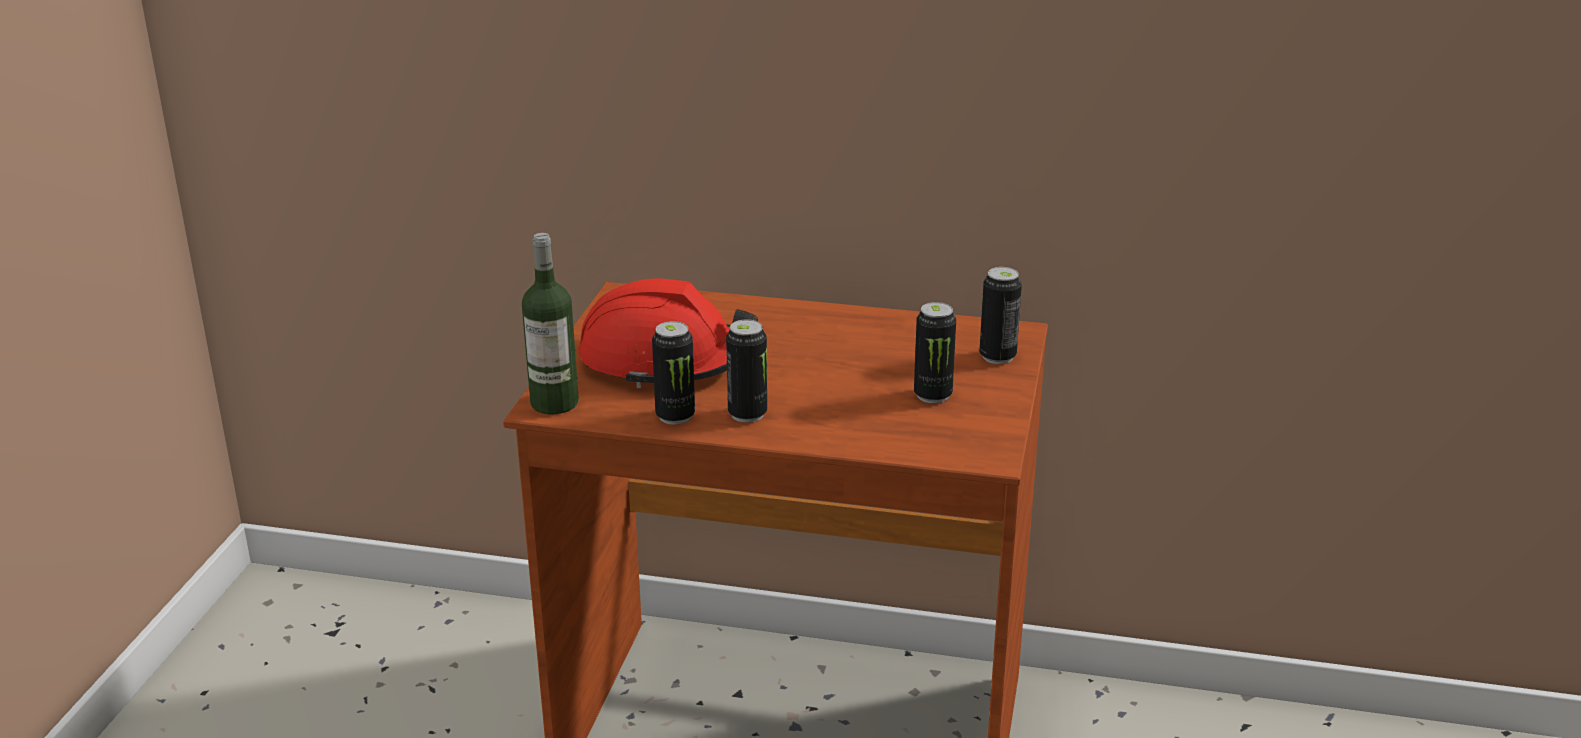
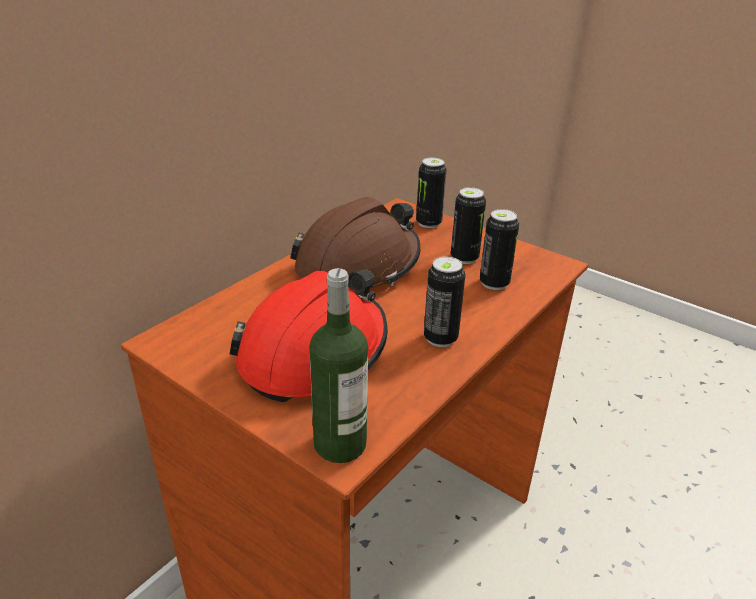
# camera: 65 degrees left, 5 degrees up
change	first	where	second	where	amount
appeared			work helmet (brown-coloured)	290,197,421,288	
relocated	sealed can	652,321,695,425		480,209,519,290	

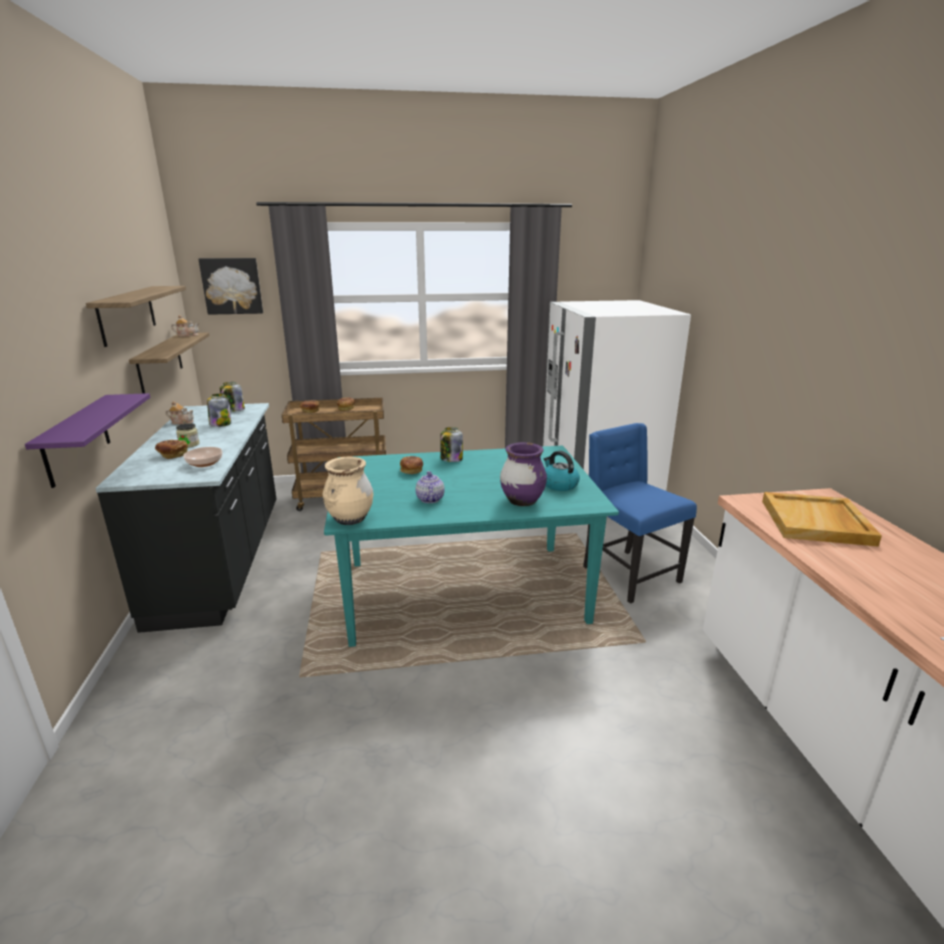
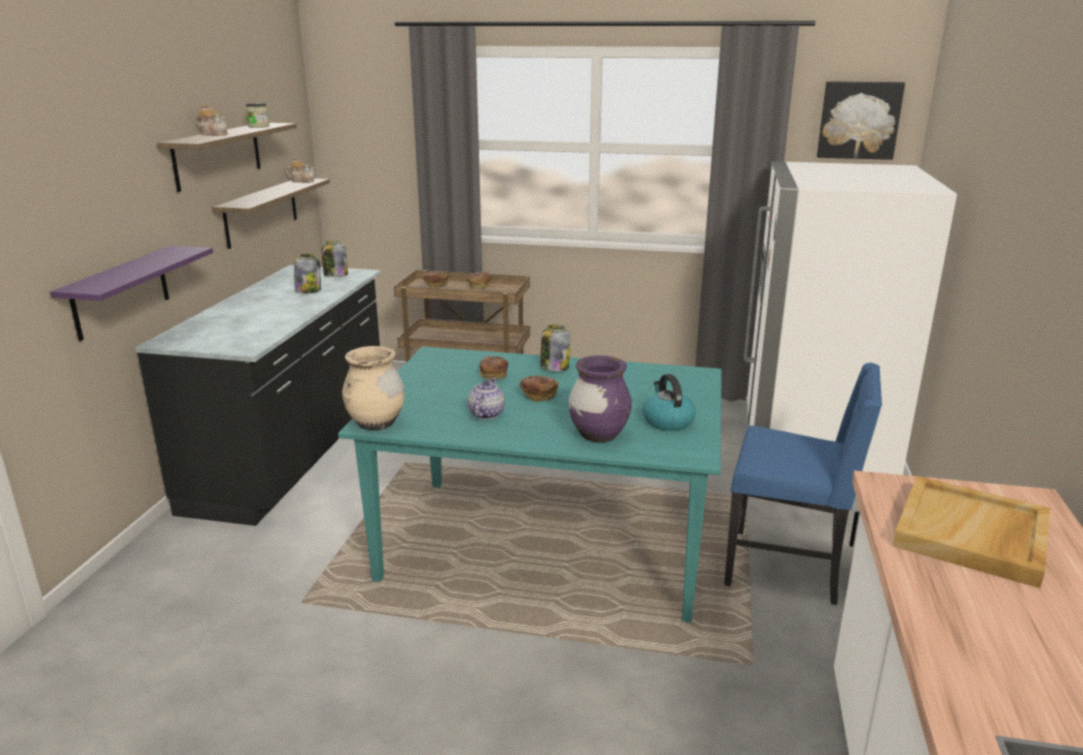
# camera: 20 degrees right, 0 degrees up
change	first	where	second	where	amount
relocated	pot for tea	165,401,194,424		196,103,228,136	
relocated	preserve jar	176,423,200,448		246,103,270,128	
relocated	baked bread	155,440,188,459		520,375,558,402	
spun	plain chair (blue-coloured)	583,423,697,604		724,363,882,605	120 degrees clockwise
relocated	picture	198,258,263,315		817,81,905,160	
missing	bowl	183,447,222,467			

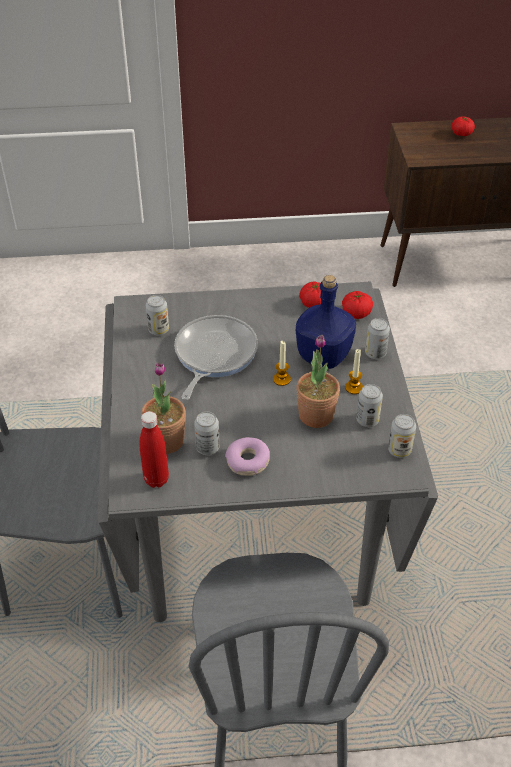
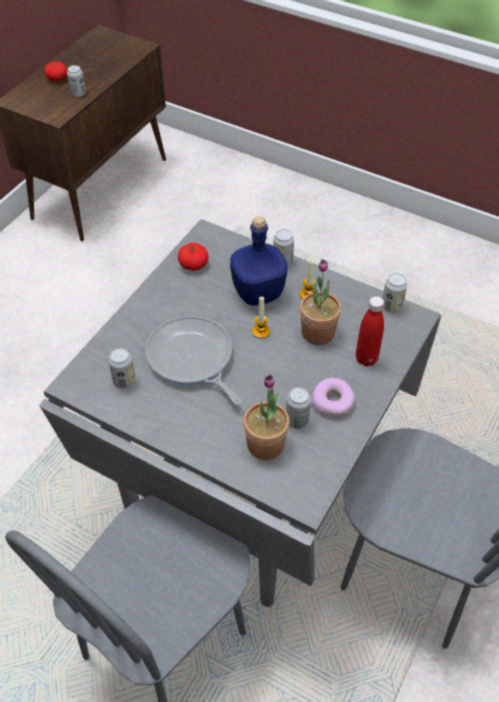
# camera: 55 degrees left, 5 degrees up
change	first	where	second	where	amount
relocated	sealed can	356,384,383,427		67,65,86,97	
relocated	drink bottle (reddish)	139,411,169,488		356,296,384,366	
missing	fresh tomato	342,291,373,319			

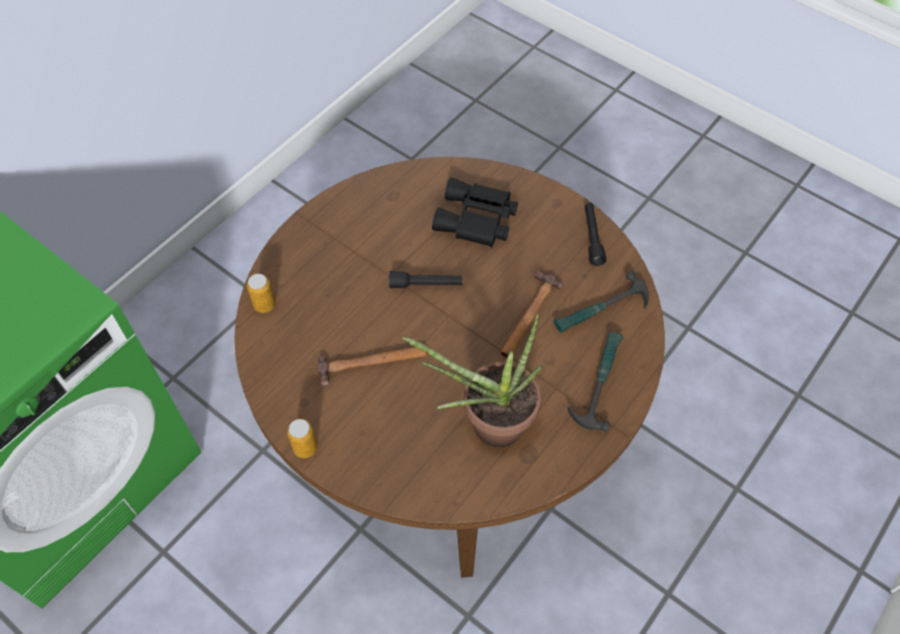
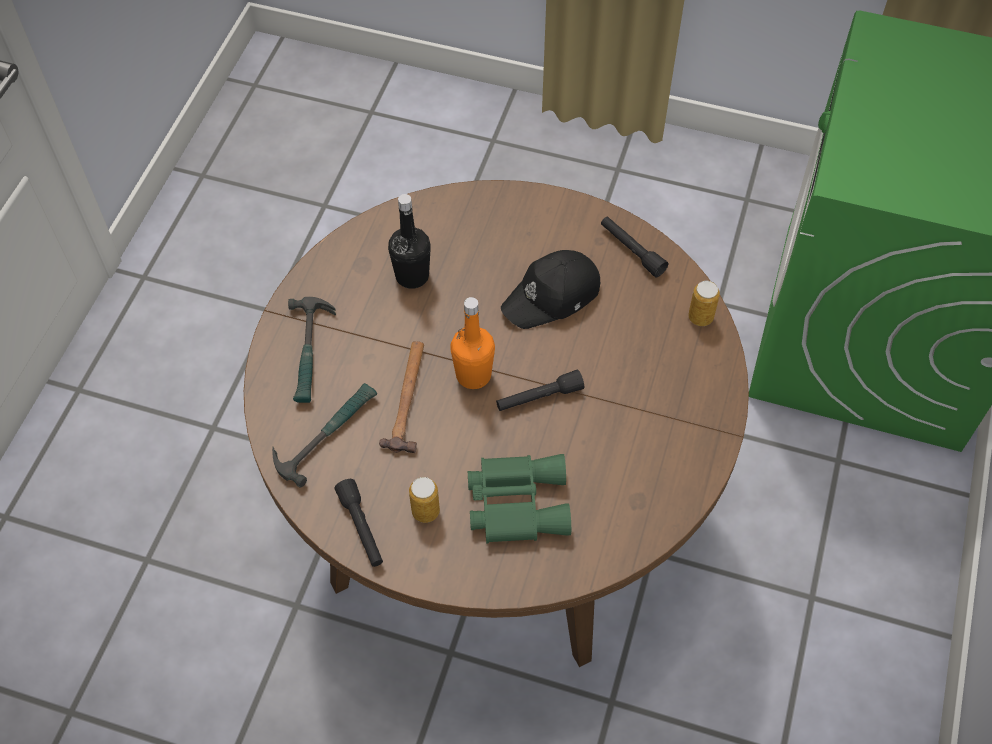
# camera: 160 degrees right, 0 degrees up
change	first	where	second	where	amount
exchanged	houseplant	402,314,543,447	drink bottle (black)	388,194,431,289	
relocated	sealed can	287,419,317,458		409,477,440,523	
appeared			drink bottle (orange-coloured)	450,297,495,389	
colour	pair of binoculars (black)	432,177,518,247	pair of binoculars (greenish)	468,454,571,543	
exchanged	tool hammer	317,347,427,386	baseball cap (black)	501,250,600,329	
appeared			hand torch (black)	601,217,668,278	

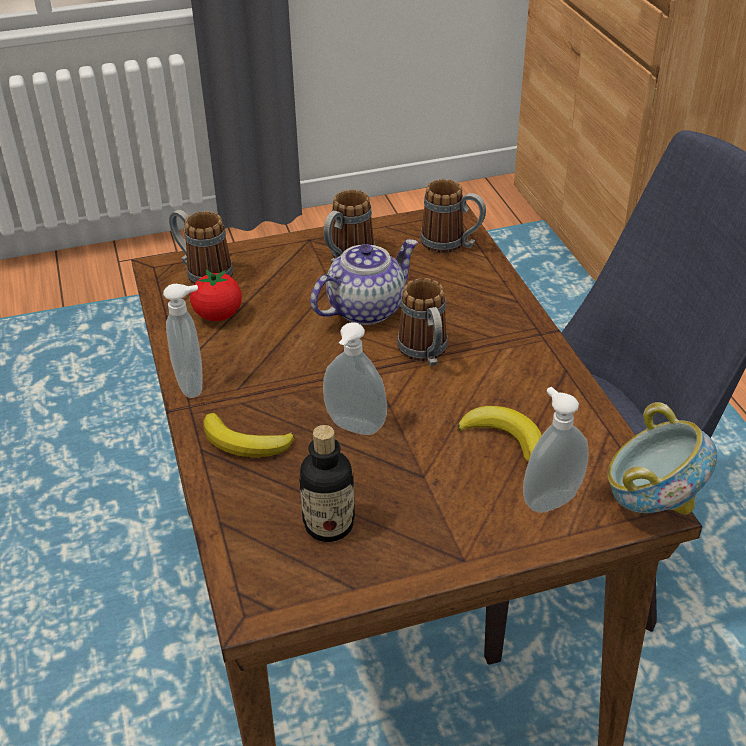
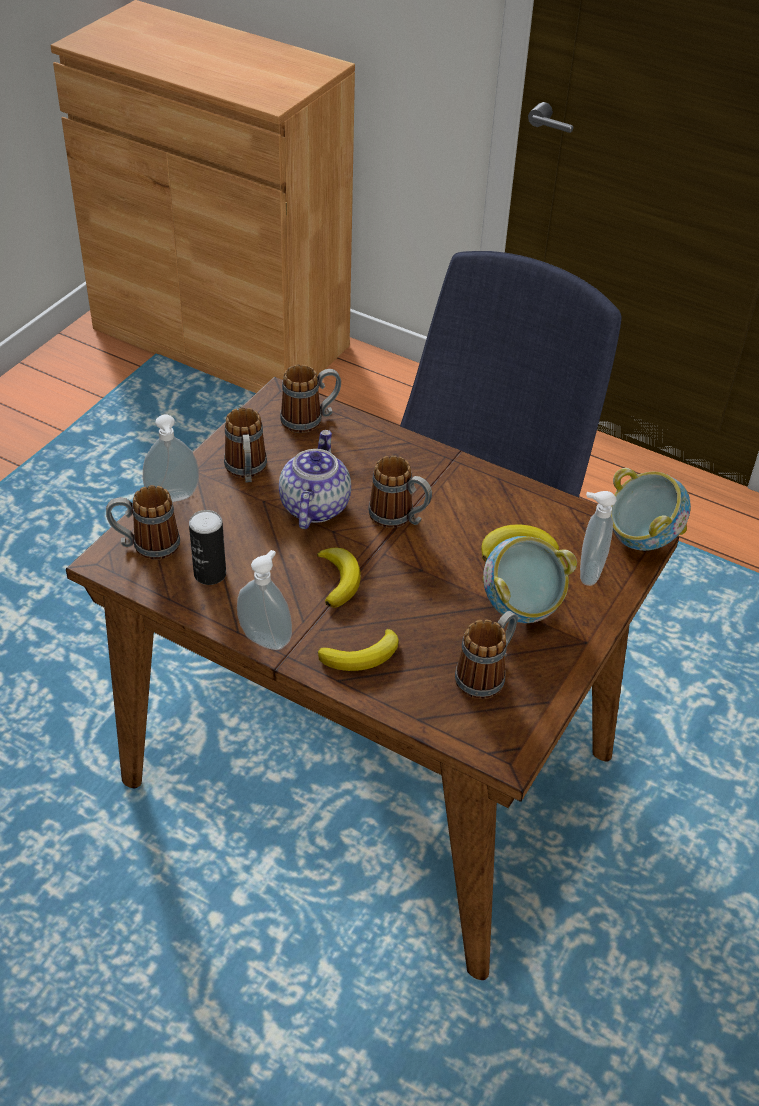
# camera: 45 degrees left, 5 degrees up
change	first	where	second	where	amount
relocated	liquid soap bottle	323,322,387,435		143,415,199,502	
exchanged	fresh tomato	190,269,242,321	sealed can	189,510,226,585	
appeared			whole banana	317,547,361,608	
exchanged	drink bottle	299,425,355,542	tea mug	455,611,518,699	
appeared			bowl	482,536,577,623	

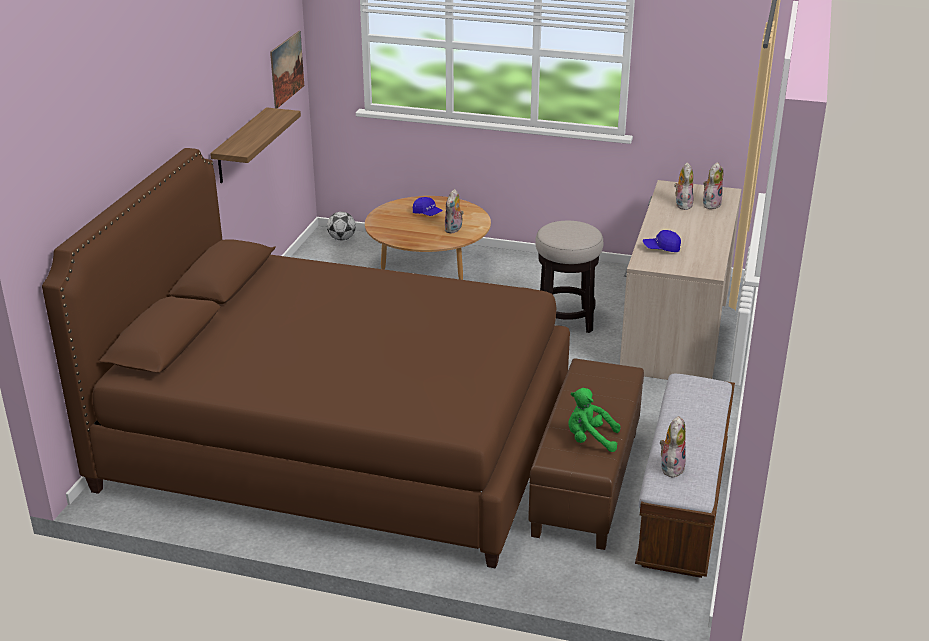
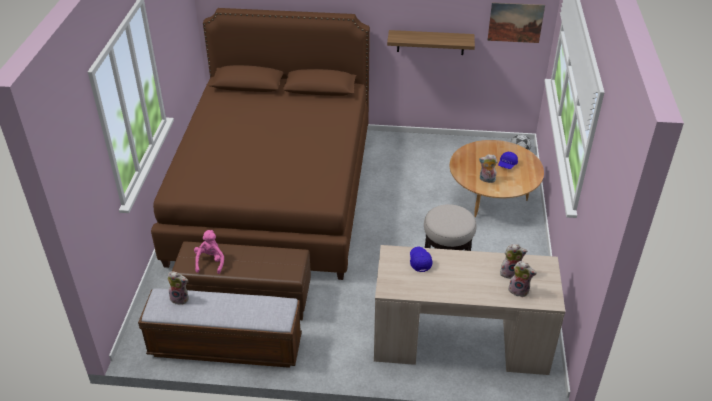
# camera: 80 degrees right, 10 degrees up
change	first	where	second	where	amount
colour	cuddly toy (greenish)	568,388,621,452	cuddly toy (pink-coloured)	194,230,224,274	

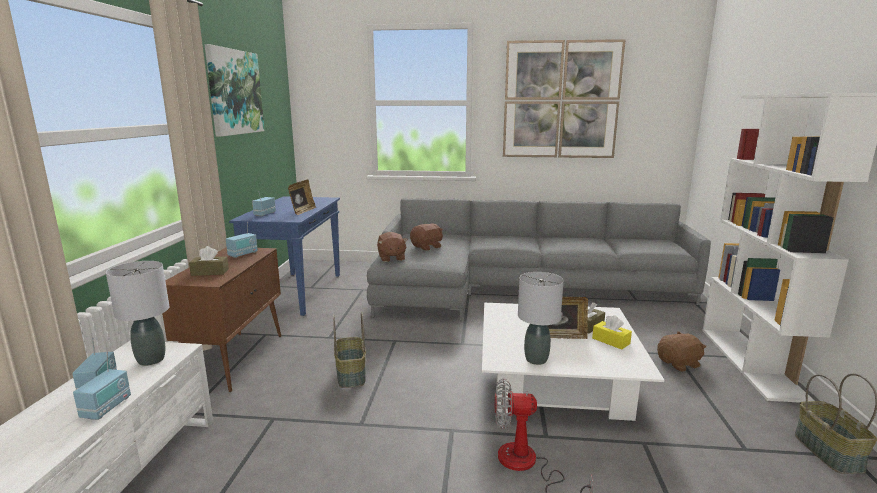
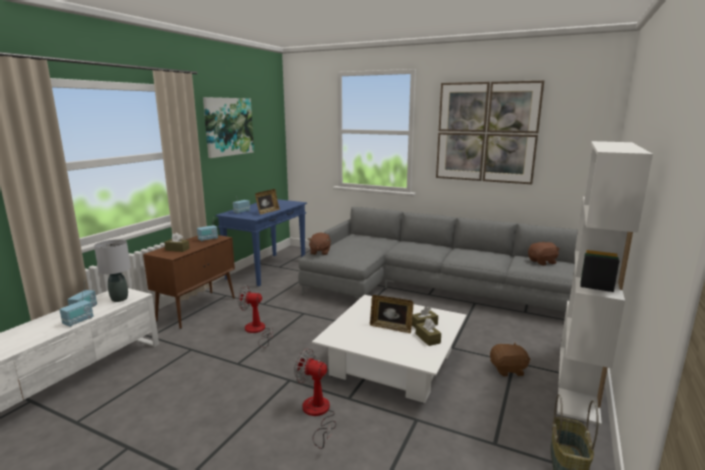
# camera: 20 degrees right, 0 degrees up
change	first	where	second	where	amount
exchanged	storage basket	333,312,366,388	cooling fan	238,285,273,348	
colour	box of tissues (yellowish)	592,315,632,350	box of tissues (brown-coloured)	416,318,441,346	
relocated	cuddly toy (brown-coloured)	410,224,443,251		528,242,560,266	
missing	table lamp (grey)	518,272,564,365			

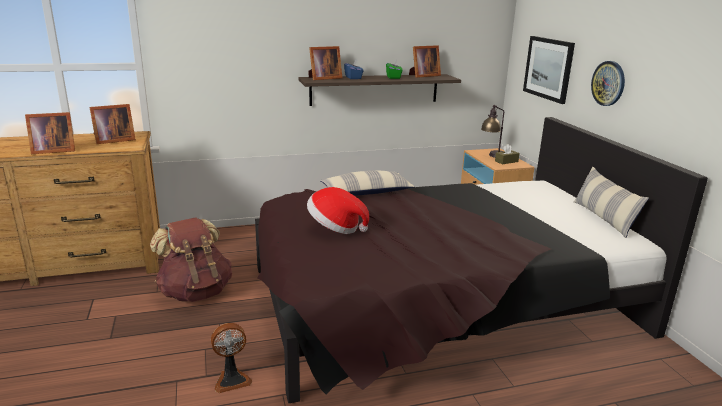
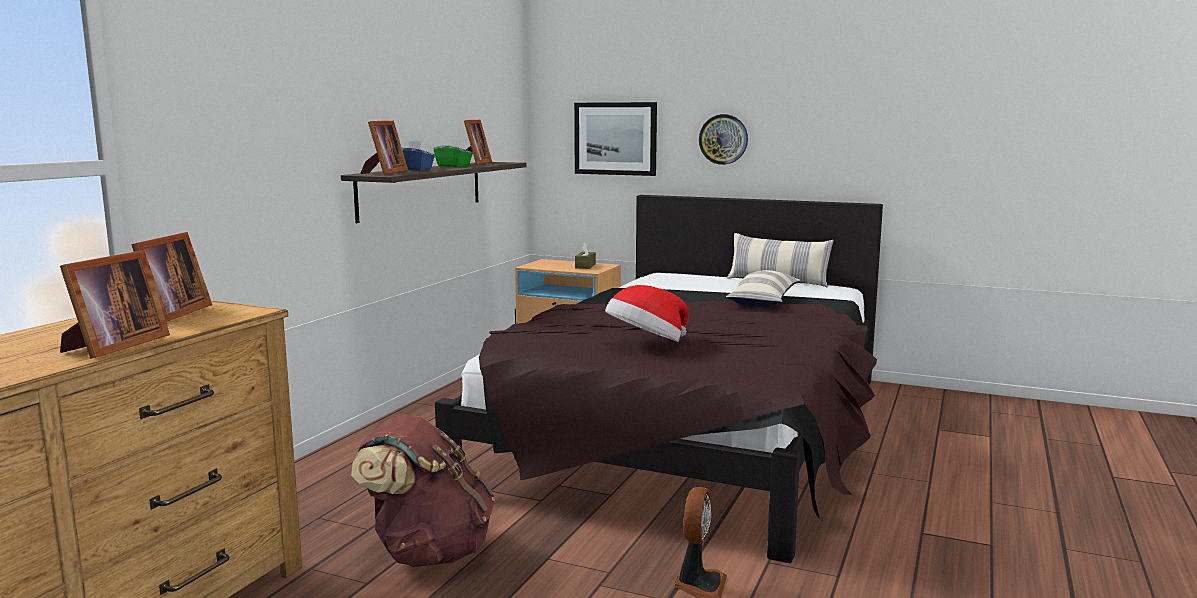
# camera: 50 degrees left, 10 degrees down
change	first	where	second	where	amount
relocated	pillow	320,170,415,196		726,270,800,307	
missing	table lamp	481,105,504,158			

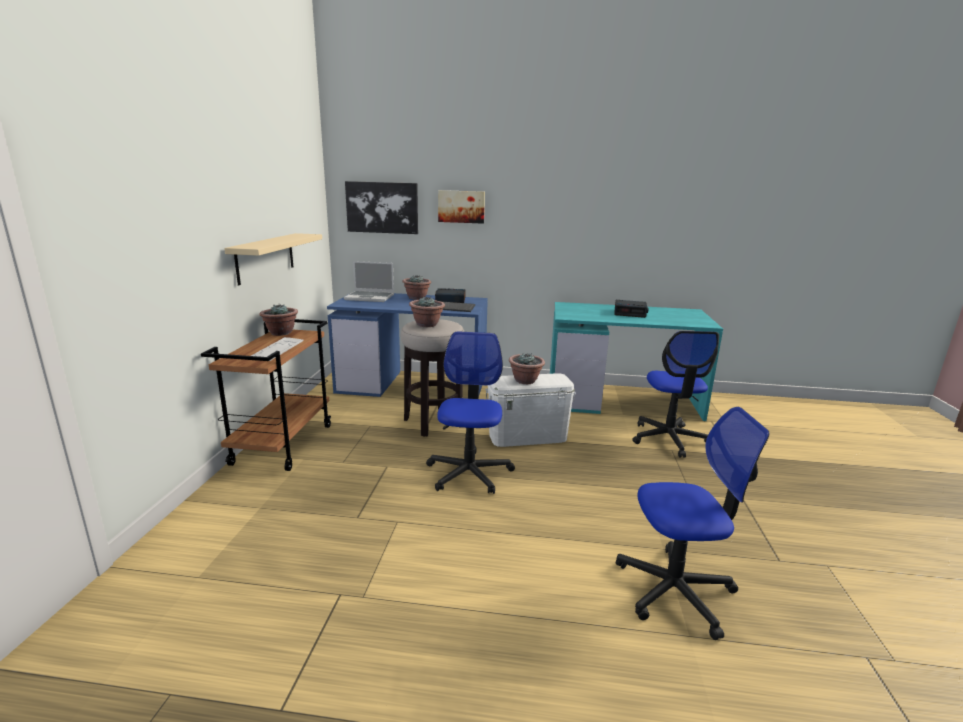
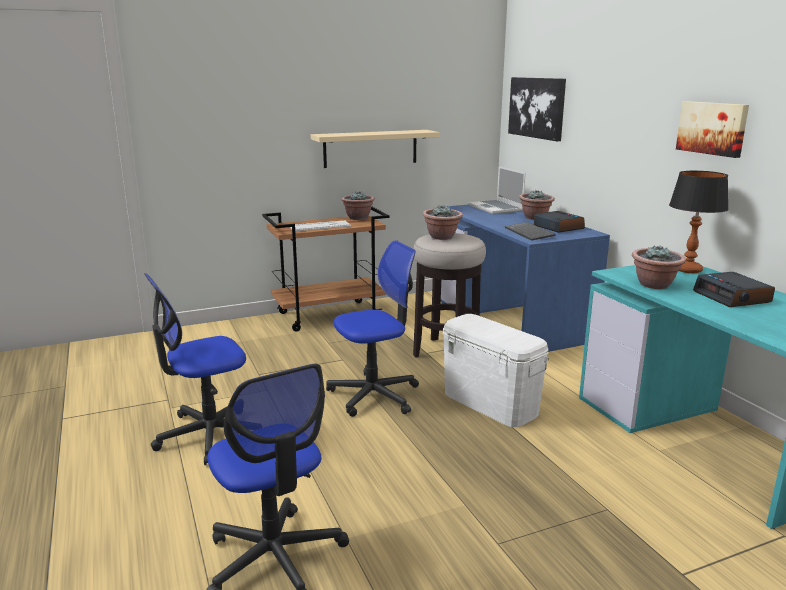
# camera: 60 degrees right, 0 degrees up
change	first	where	second	where	amount
relocated	desk chair	632,331,719,458		144,273,246,465	
relocated	houseplant	509,353,545,384		632,245,686,289	
appeared			table lamp	669,171,729,273	
relocated	picture	438,190,485,224		676,101,749,158	

